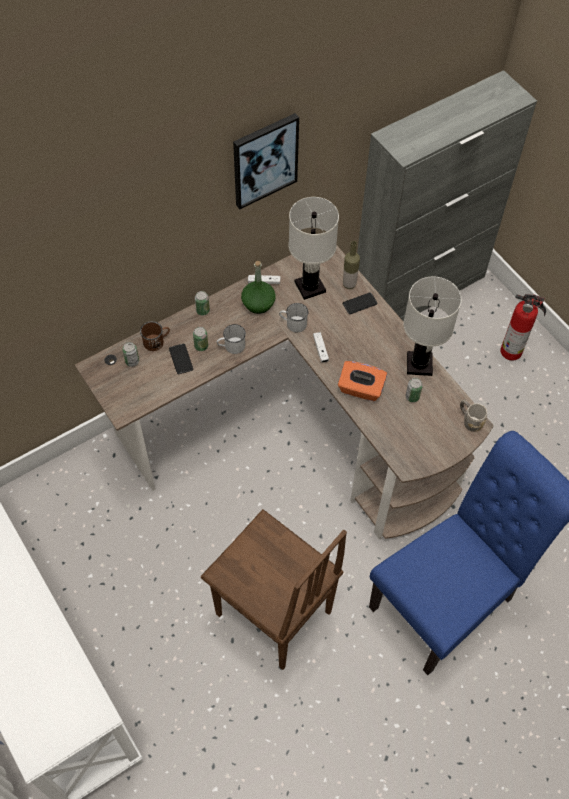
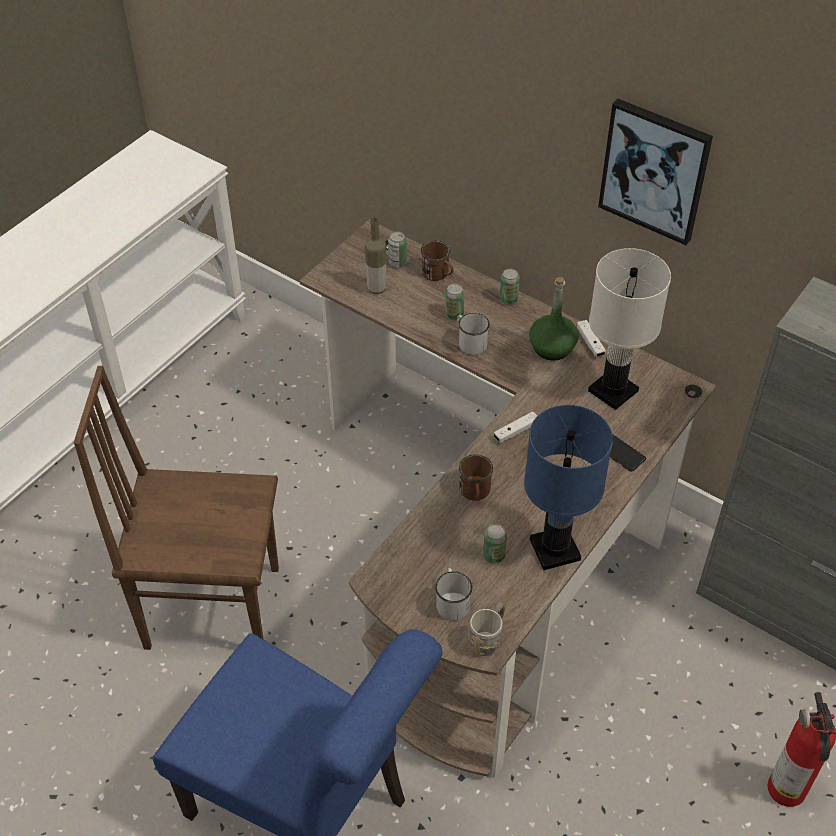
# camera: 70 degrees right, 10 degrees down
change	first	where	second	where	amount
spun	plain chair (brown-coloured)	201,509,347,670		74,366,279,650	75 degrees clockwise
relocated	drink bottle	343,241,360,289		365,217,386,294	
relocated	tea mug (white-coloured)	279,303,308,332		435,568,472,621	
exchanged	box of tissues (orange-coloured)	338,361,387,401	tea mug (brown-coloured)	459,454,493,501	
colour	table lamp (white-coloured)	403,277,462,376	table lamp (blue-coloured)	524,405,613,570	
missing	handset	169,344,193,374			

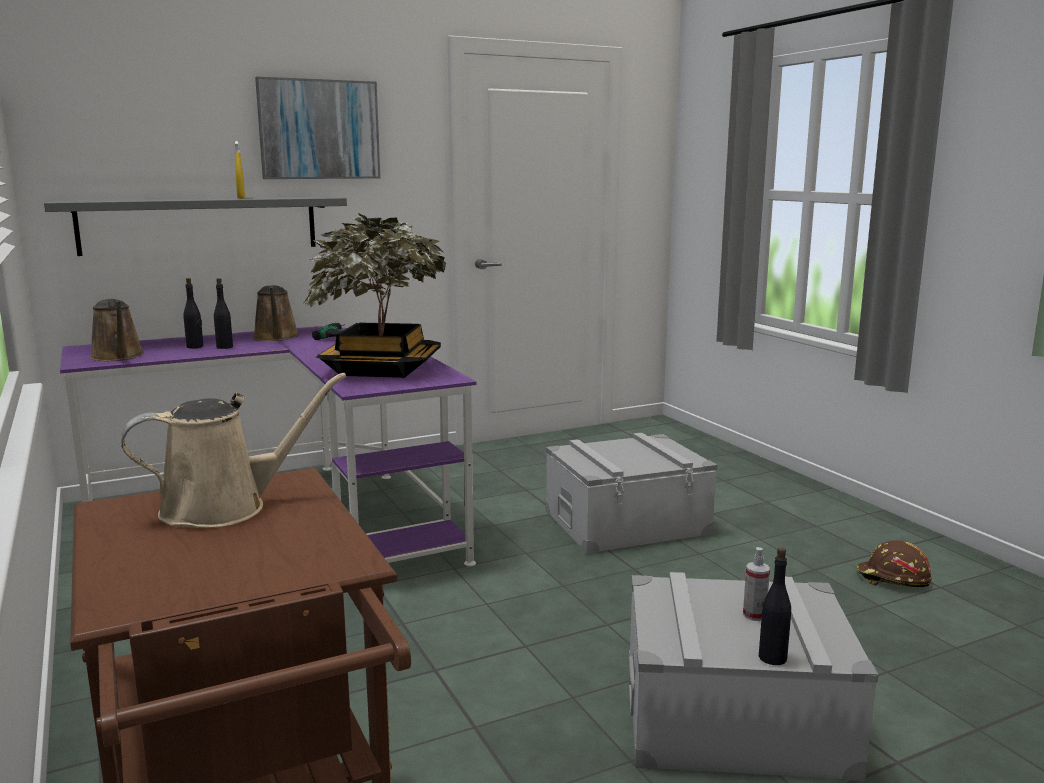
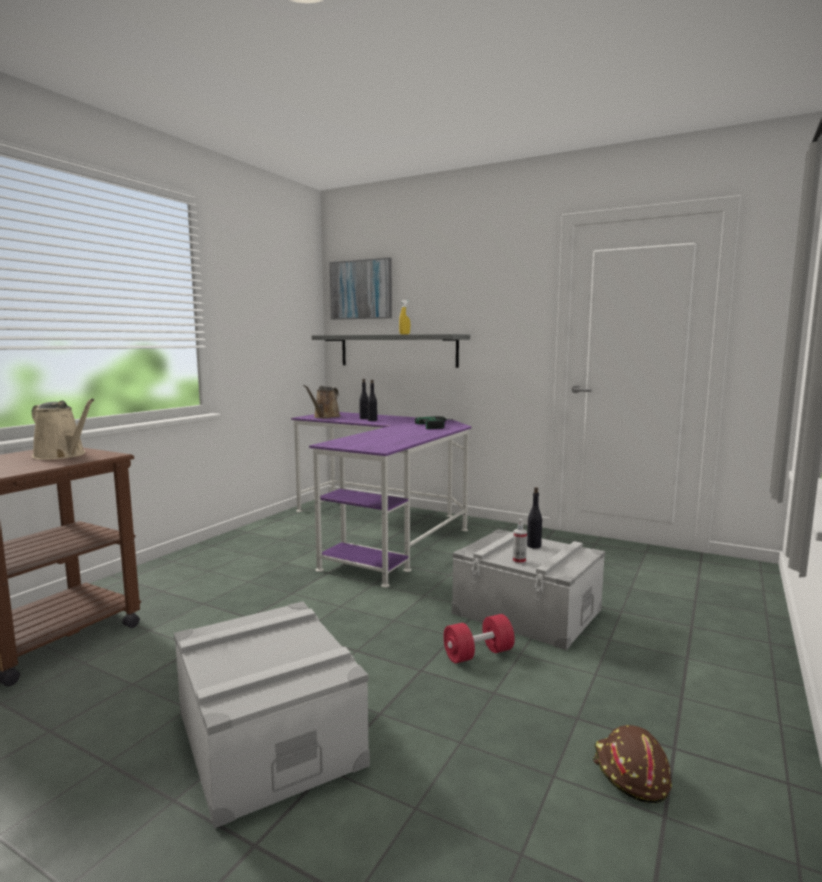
# camera: 55 degrees right, 5 degrees down
change	first	where	second	where	amount
relocated	picture	255,77,380,179		330,257,392,320	
appeared			dumbbell (reddish)	443,614,515,663	
relocated	hand sprayer	743,547,770,621		513,519,527,564	
relocated	drink bottle (black)	759,547,791,665		527,487,542,548	
missing	sprinkling can (brown-coloured)	253,285,299,341			
missing	houseplant	304,213,446,378			

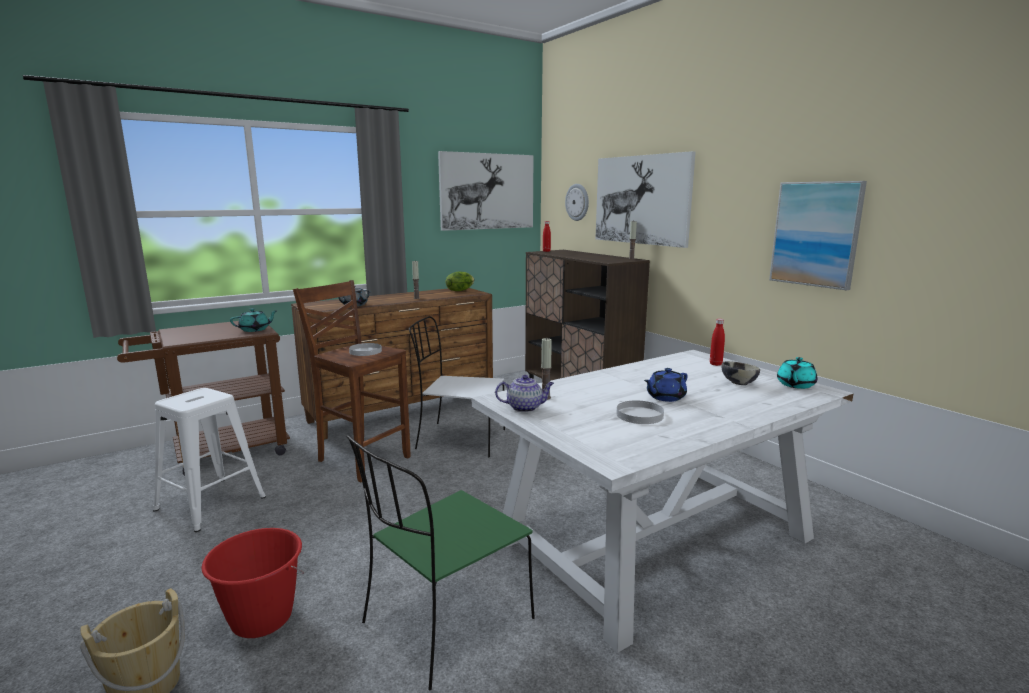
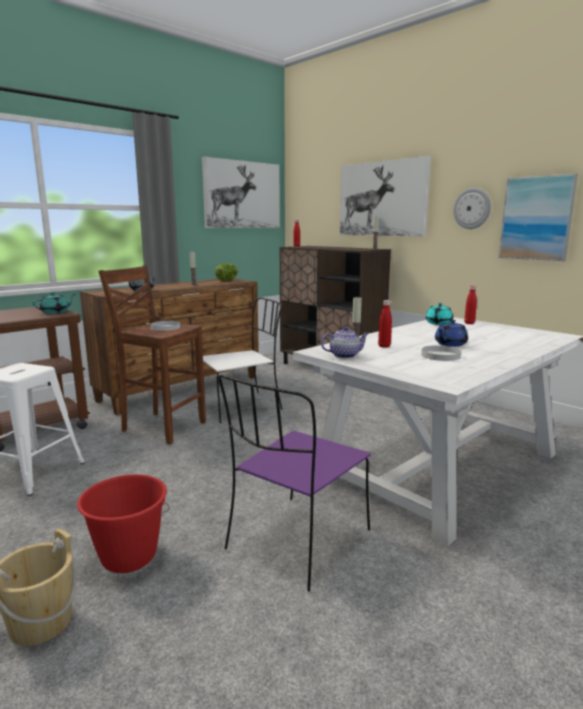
# camera: 10 degrees left, 0 degrees up
change	first	where	second	where	amount
spun	plain chair (white-coloured)	409,316,505,457		203,297,283,423	150 degrees clockwise
colour	plain chair (greenish)	346,435,535,690	plain chair (purple-coloured)	218,374,371,592	
appeared			drink bottle (reddish)	378,300,392,348	
relocated	pot for tea (turquoise-coloured)	777,357,817,389		426,303,453,325	
relocated	hanging clock	565,184,589,221		453,188,491,229	
missing	bowl	722,361,760,385			

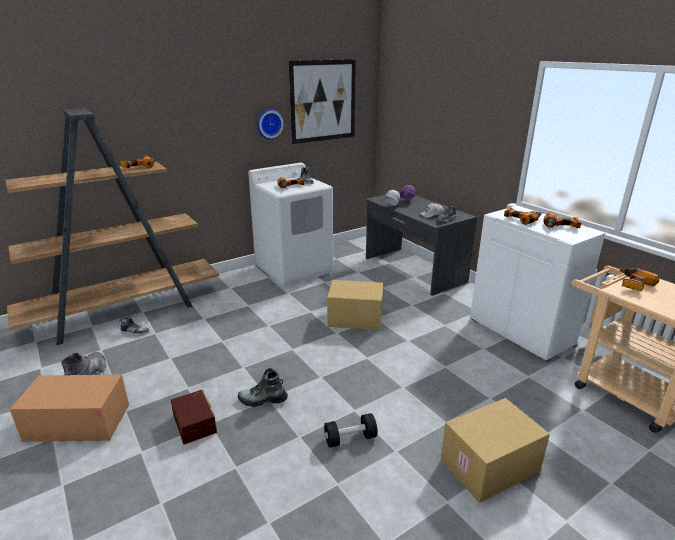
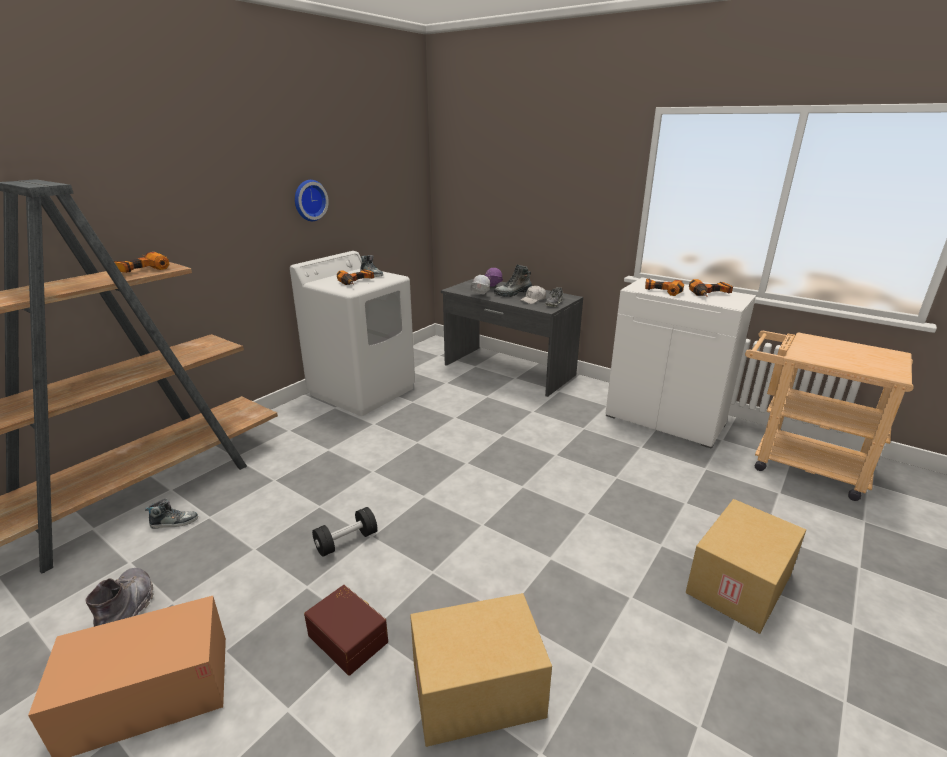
# camera: 20 degrees left, 0 degrees up
change	first	where	second	where	amount
relocated	dumbbell (black)	324,413,378,448		312,507,378,557	
relocated	cardboard box	327,280,383,330		410,593,552,747	
relocated	high-top boot	238,368,288,407		494,265,532,297	
missing	picture	289,59,356,144			
missing	electric drill	613,266,659,291			

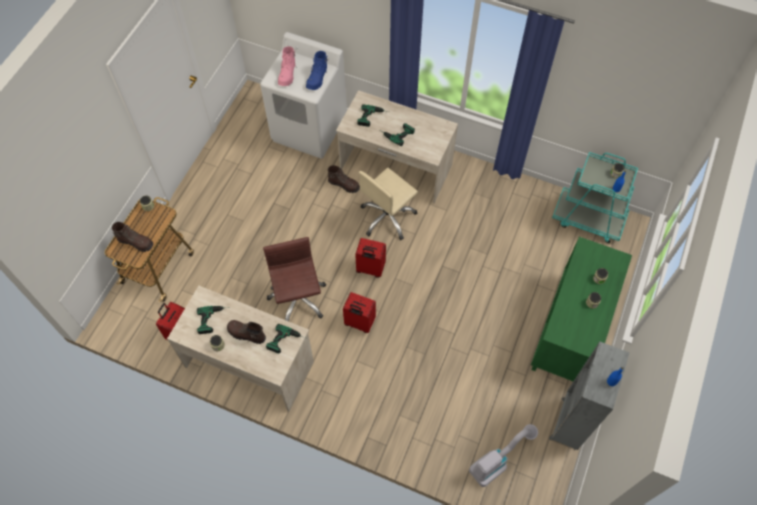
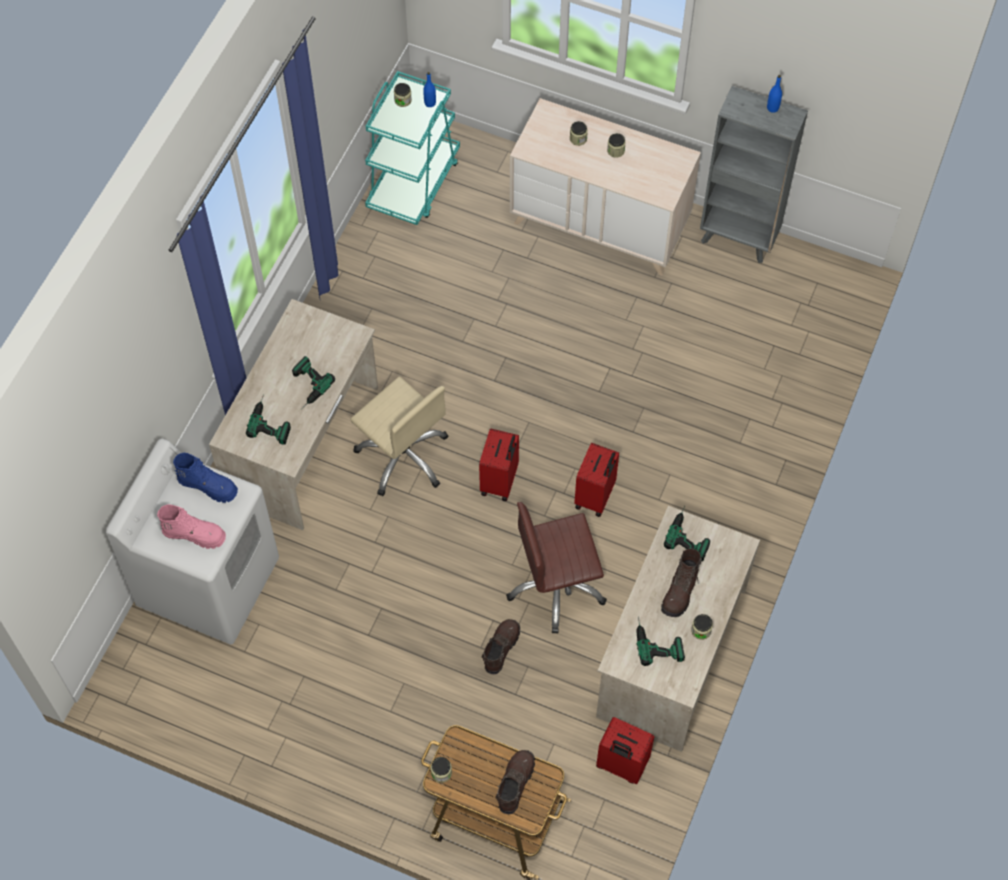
# camera: 90 degrees left, 0 degrees up
change	first	where	second	where	amount
relocated	high-top boot (brown-coloured)	328,165,360,193		482,619,520,674	
colour	drawer chest (greenish)	531,237,632,381	drawer chest (sand-coloured)	510,98,701,276	
missing	vacuum	469,424,538,487			

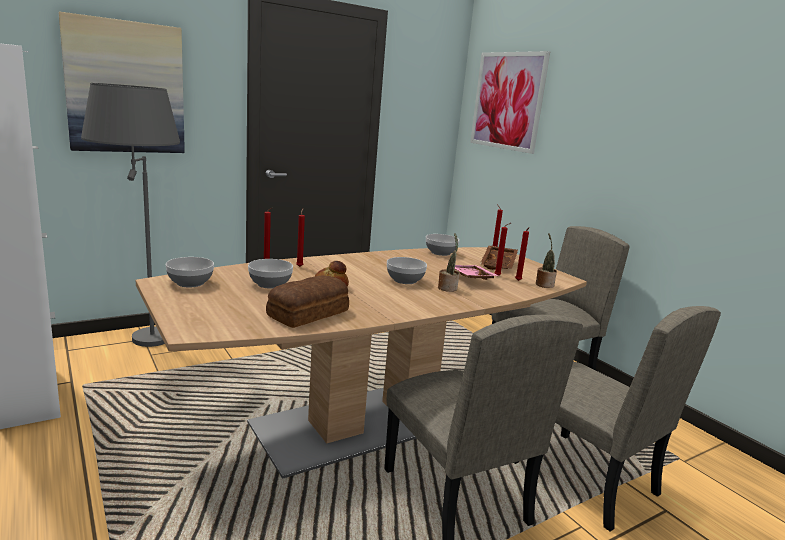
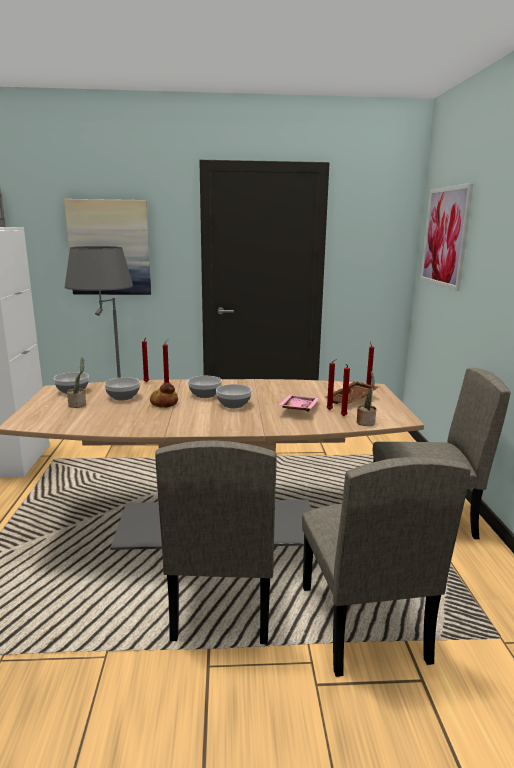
# camera: 30 degrees right, 0 degrees up
change	first	where	second	where	amount
relocated	houseplant	438,233,459,292		67,357,86,408	
relocated	bowl	426,234,459,256		188,376,222,398	
missing	baked bread	266,275,349,328			

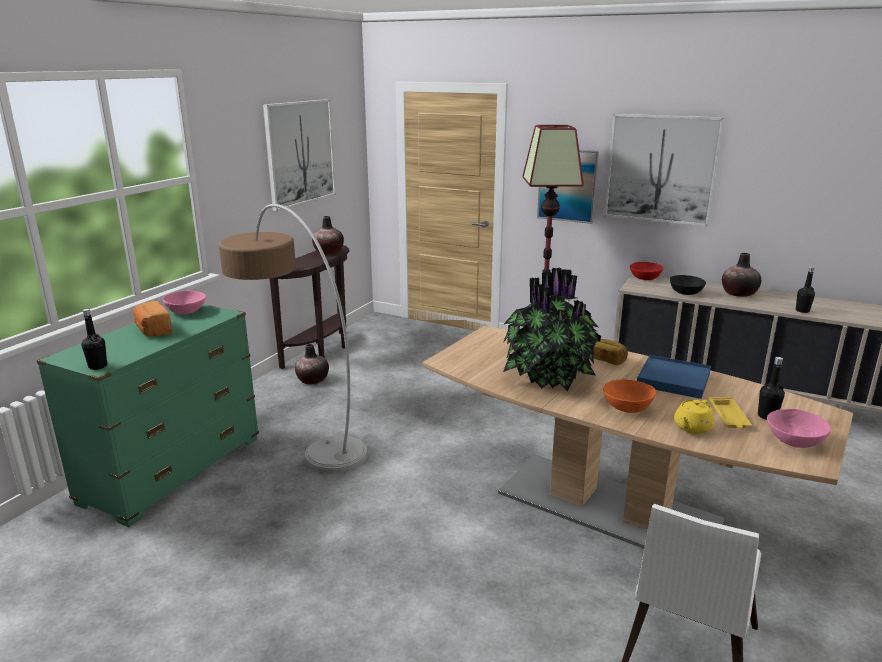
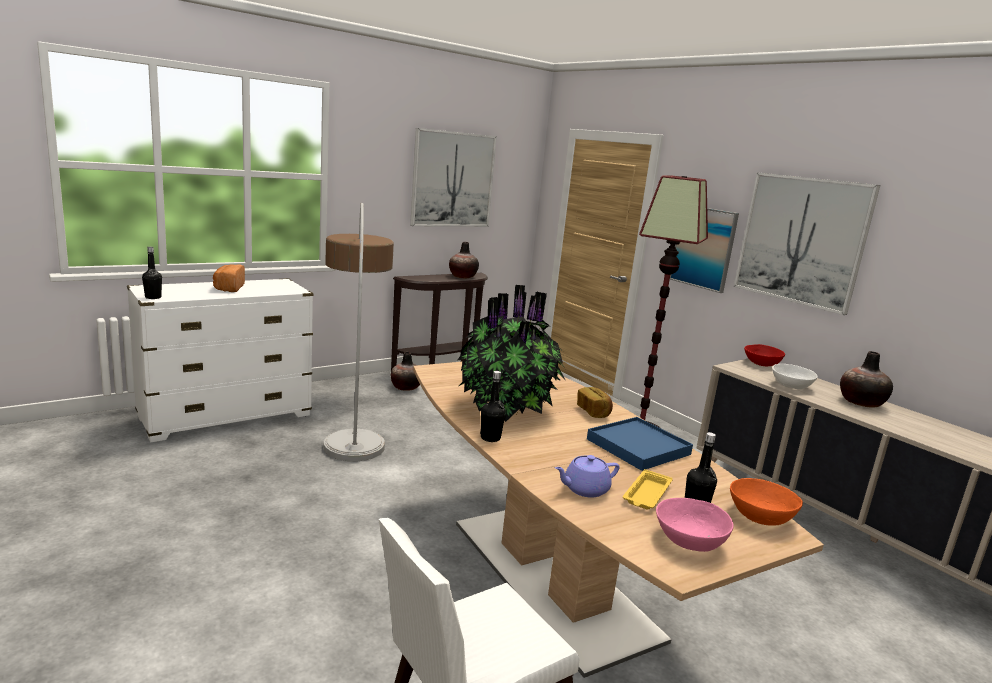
# camera: 25 degrees right, 5 degrees down
change	first	where	second	where	amount
colour	drawer chest (greenish)	36,304,259,527	drawer chest (white-coloured)	127,278,314,442	
relocated	drink bottle (black)	796,267,815,313		480,371,506,442	
colour	pot for tea (yellowish)	674,400,715,434	pot for tea (purple-coloured)	555,455,620,498	
relocated	bowl (orange-coloured)	603,379,656,413		730,478,803,526	
colour	bowl (black)	670,275,706,295	bowl (white-coloured)	772,364,818,389	
missing	bowl (pink-coloured)	163,291,206,314			

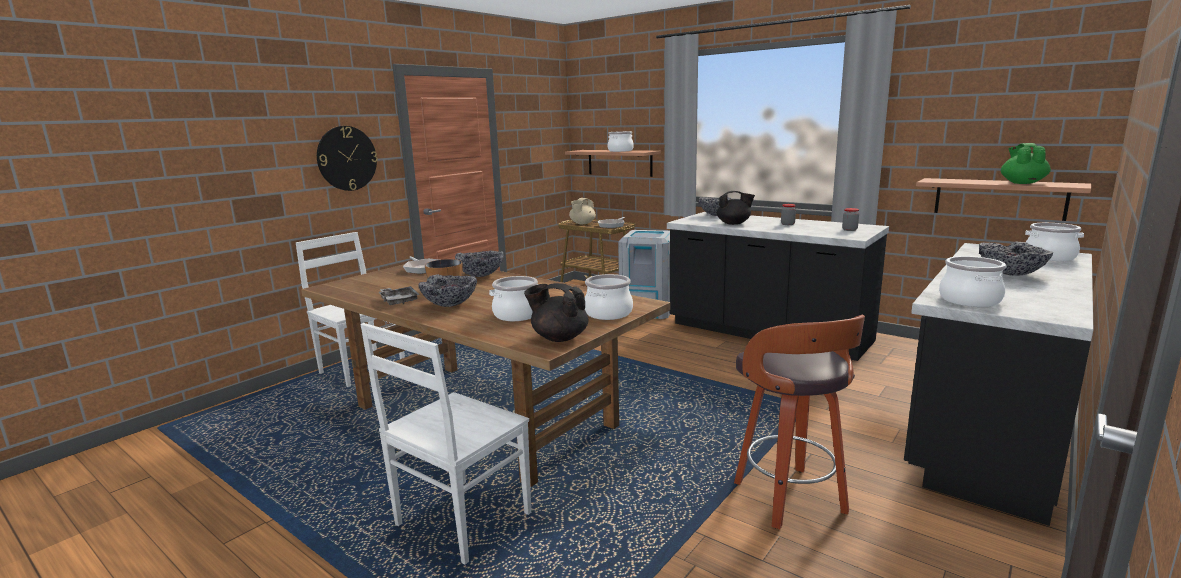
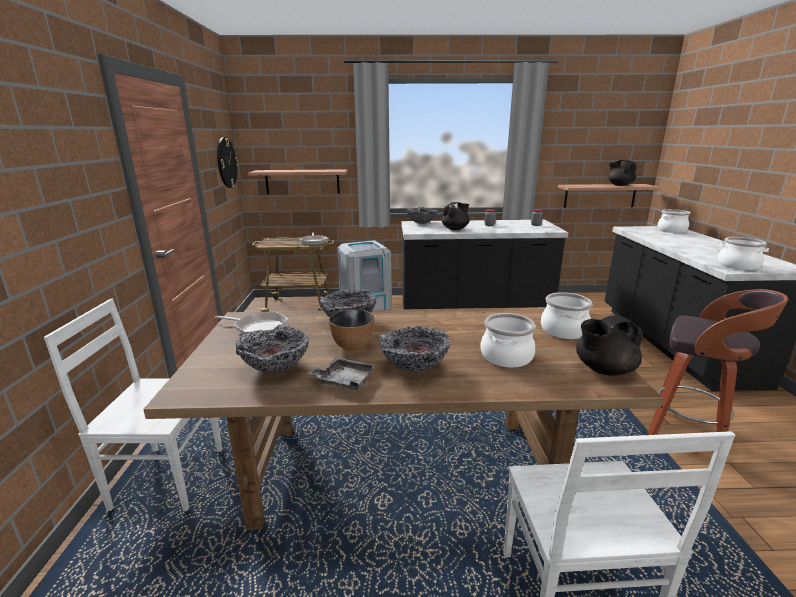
# camera: 40 degrees left, 5 degrees up
change	first	where	second	where	amount
relocated	hanging clock	317,126,378,191		217,137,238,188	
relocated	bowl	979,241,1053,276		236,324,309,372	
colour	pot for tea (greenish)	1001,143,1051,184	pot for tea (black)	608,160,636,186	
missing	pot for tea (sand-coloured)	569,198,596,224			
missing	stockpot	608,131,634,152			

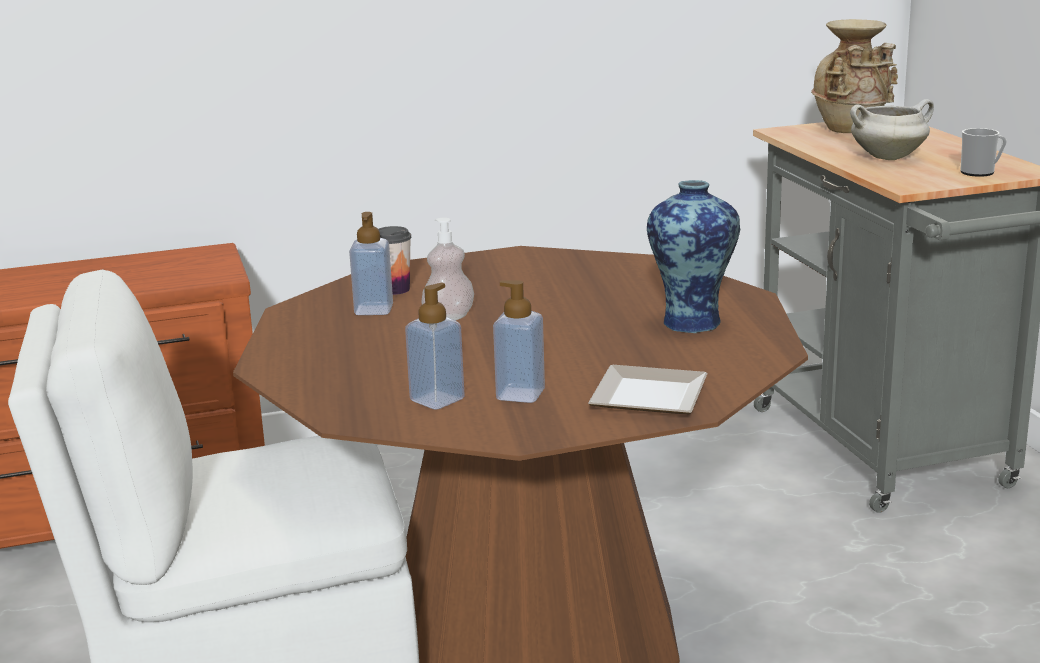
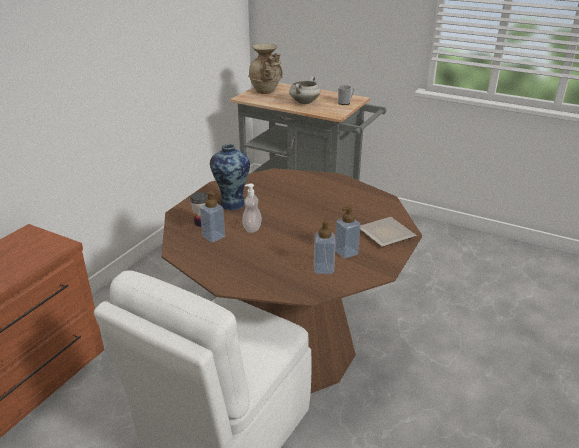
# camera: 45 degrees left, 10 degrees up
change	first	where	second	where	amount
relocated	decorative vase	647,180,740,333		210,144,250,210	

